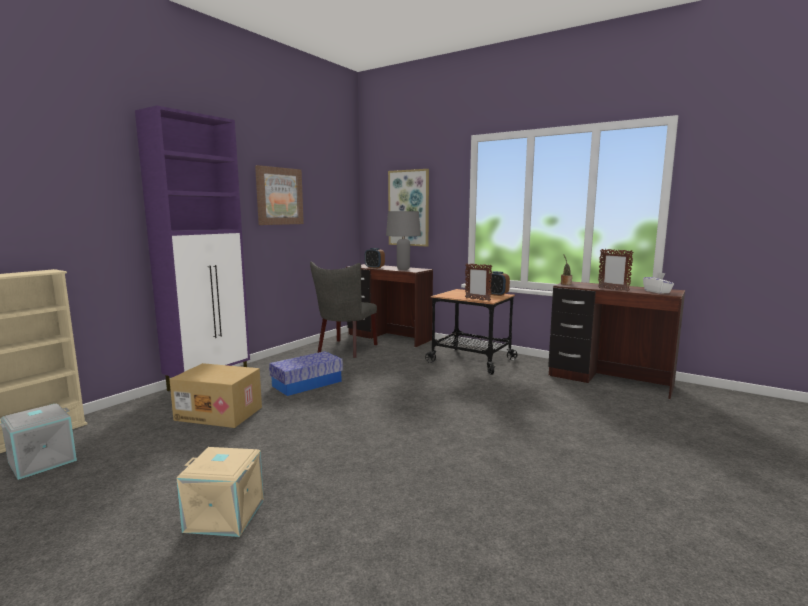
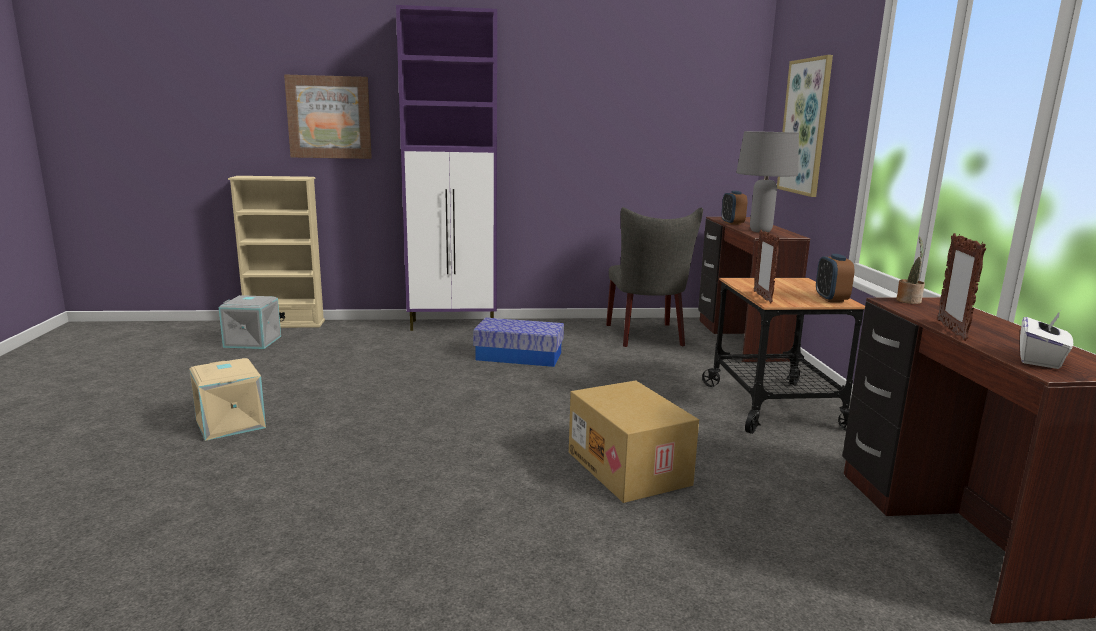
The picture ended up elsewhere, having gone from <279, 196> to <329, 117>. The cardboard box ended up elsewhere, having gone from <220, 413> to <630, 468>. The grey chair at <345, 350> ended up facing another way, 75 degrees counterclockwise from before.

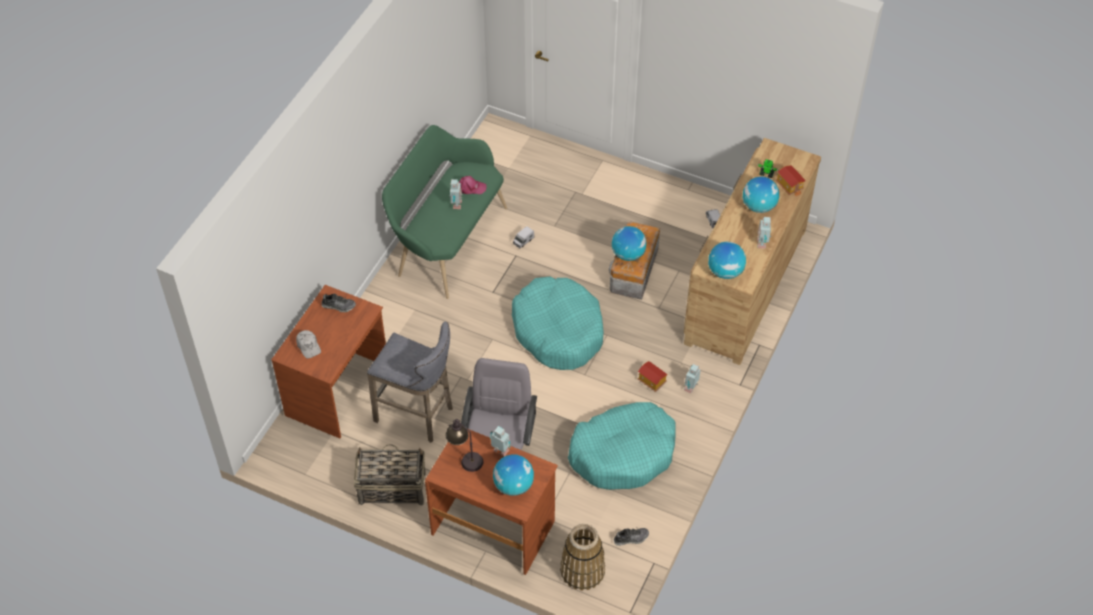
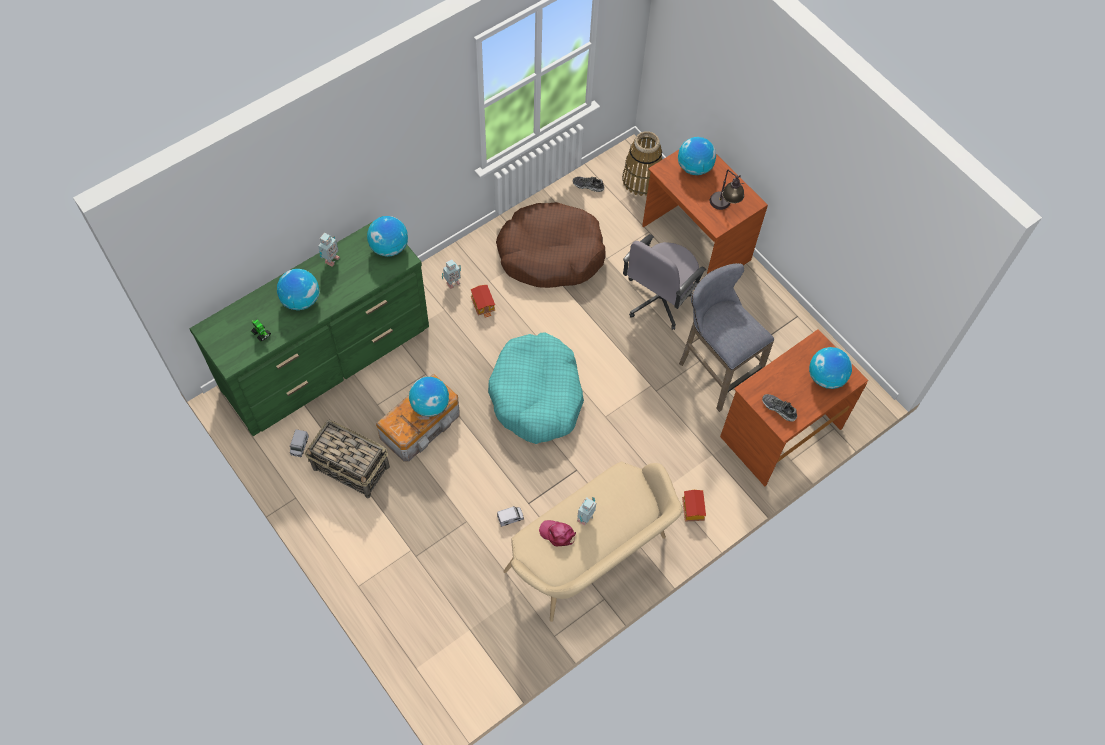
What was the brown dresser at <744, 285> turned into the green dresser at <327, 358>. The basket ended up elsewhere, having gone from <391, 488> to <352, 468>. What was the turquoise dog bed at <623, 453> turned into the brown dog bed at <550, 254>. What was the green bench at <447, 241> turned into the beige bench at <592, 558>. The toy house ended up elsewhere, having gone from <789, 186> to <692, 509>. Where the white cap stood at <308, 346>, the globe came to stand at <826, 377>. The second view lost the toy robot at <500, 452>.

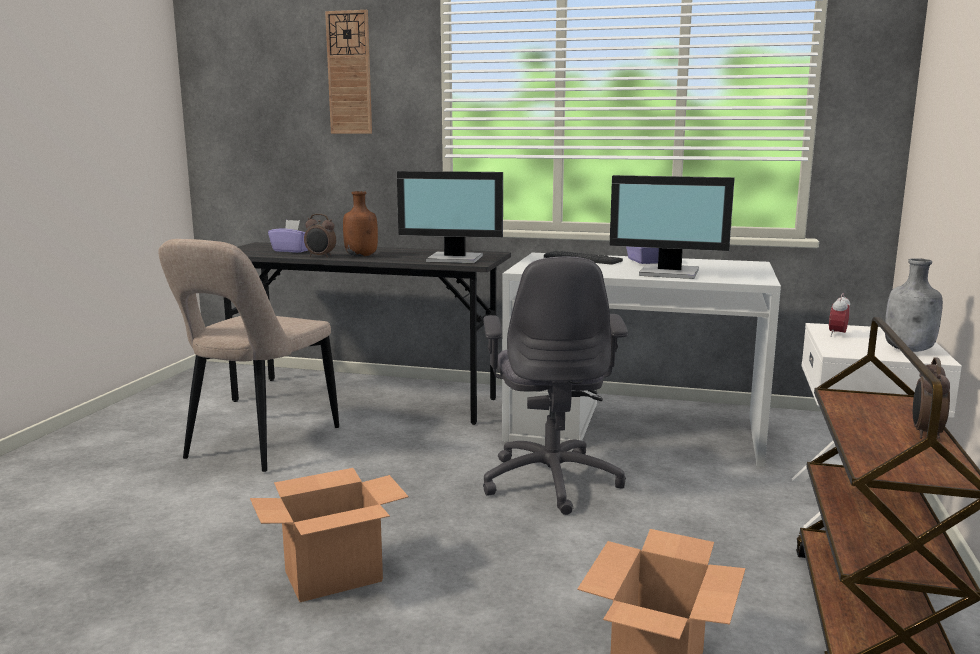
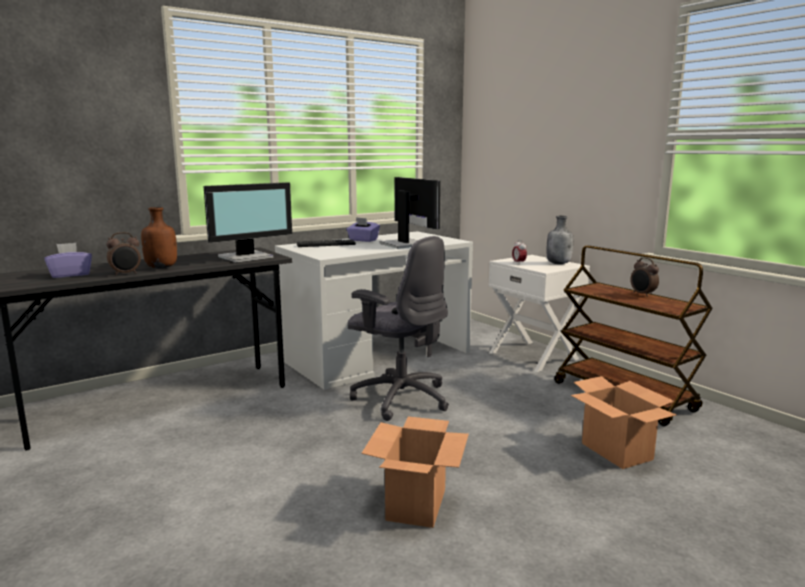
The monitor at <670, 273> ended up facing another way, 90 degrees counterclockwise from before. The second view lost the beige chair at <258, 445>. The second view lost the wall clock at <349, 73>.

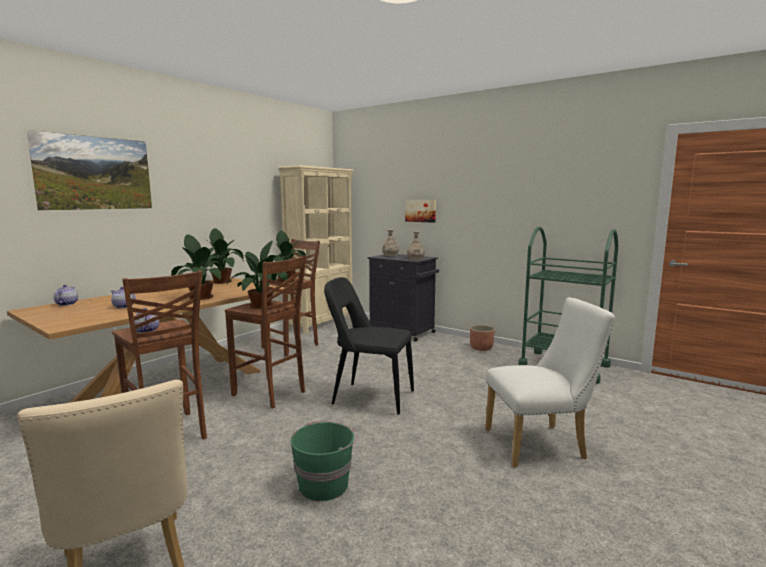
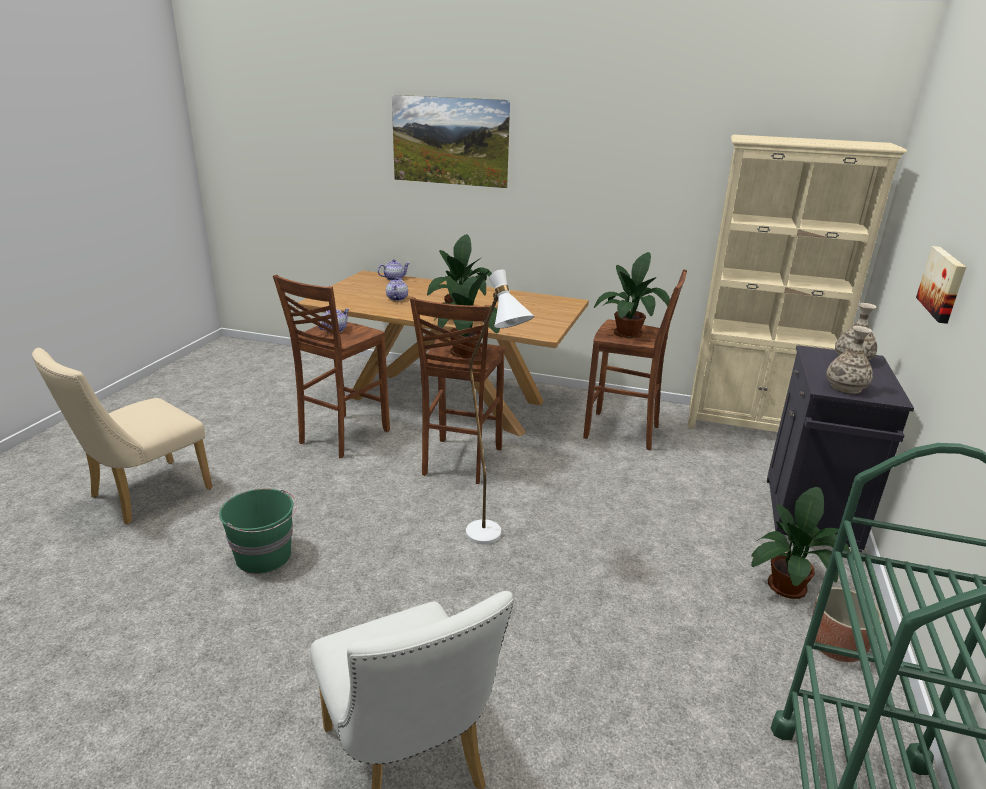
Where the black chair stood at <369, 397>, the white floor lamp came to stand at <490, 540>. The potted plant ended up elsewhere, having gone from <222, 281> to <790, 585>.

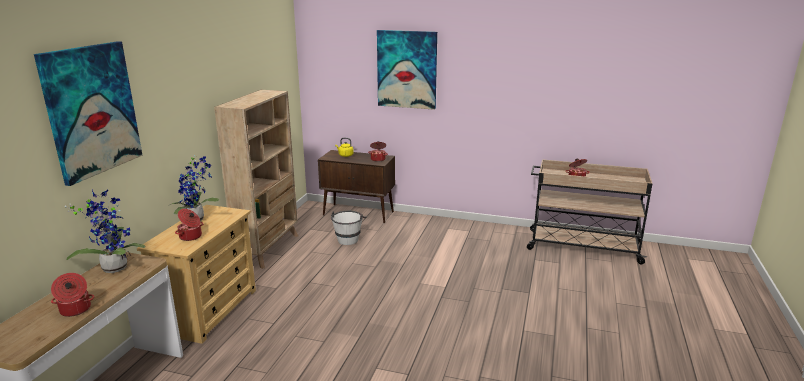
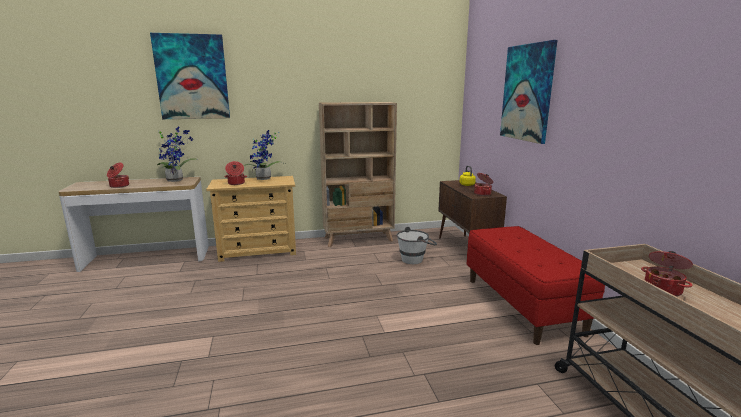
The second view gained the red bench at <522, 305>.

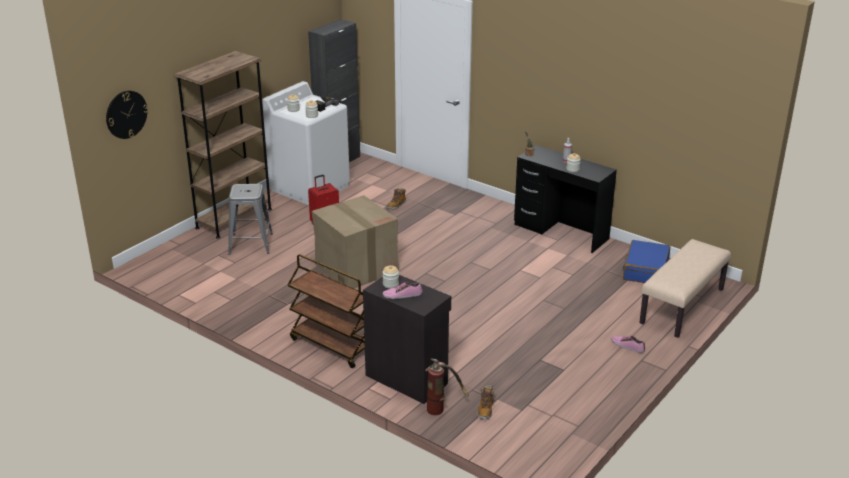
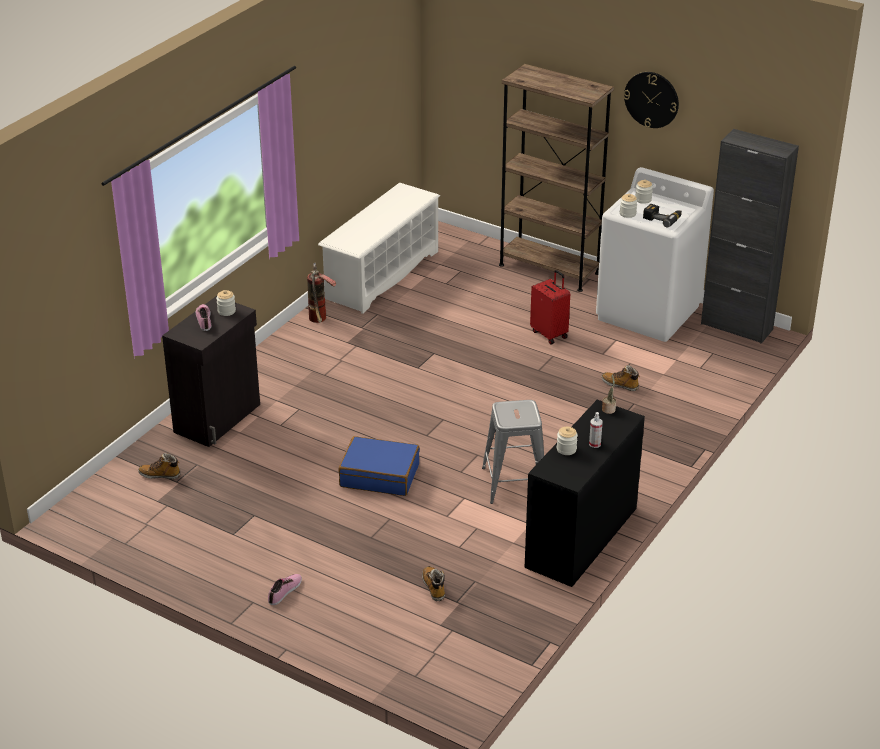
The fire extinguisher ended up elsewhere, having gone from <441, 408> to <320, 321>. The second view gained the white shoe rack at <382, 275>. The blue suitcase ended up elsewhere, having gone from <645, 270> to <380, 475>. The second view gained the boot at <434, 587>. The grey stool ended up elsewhere, having gone from <251, 244> to <514, 483>. The wall clock ended up elsewhere, having gone from <126, 114> to <651, 99>. The second view lost the brown cart at <331, 345>. The second view lost the cardboard box at <356, 267>. The second view lost the beige bench at <682, 306>.

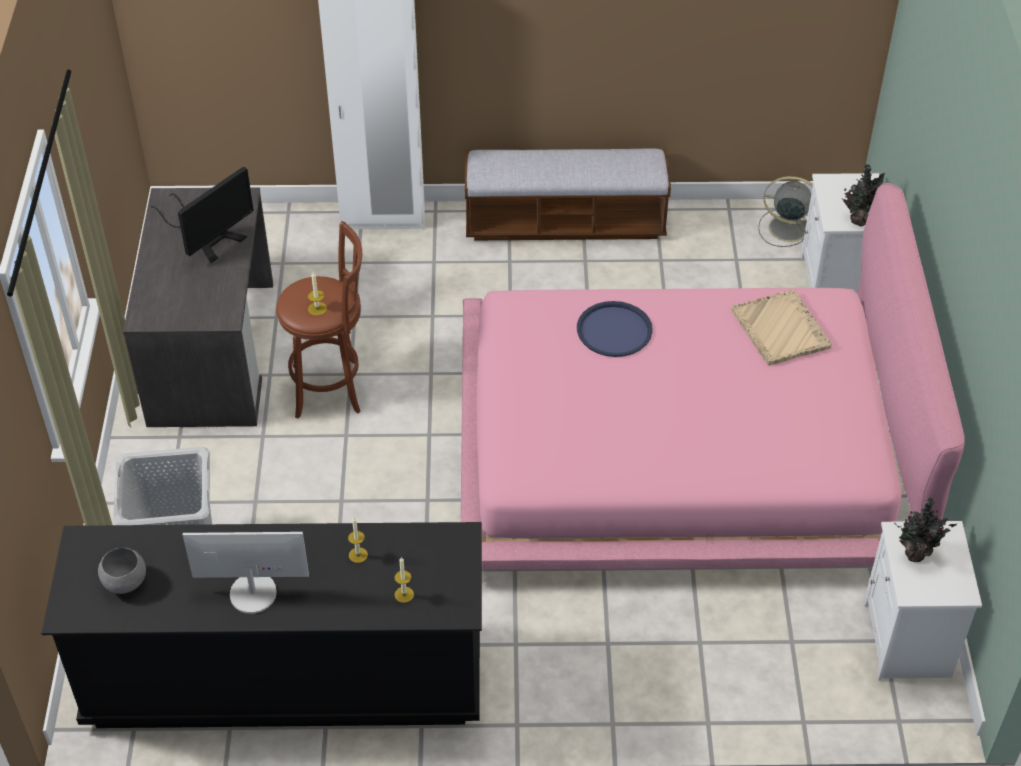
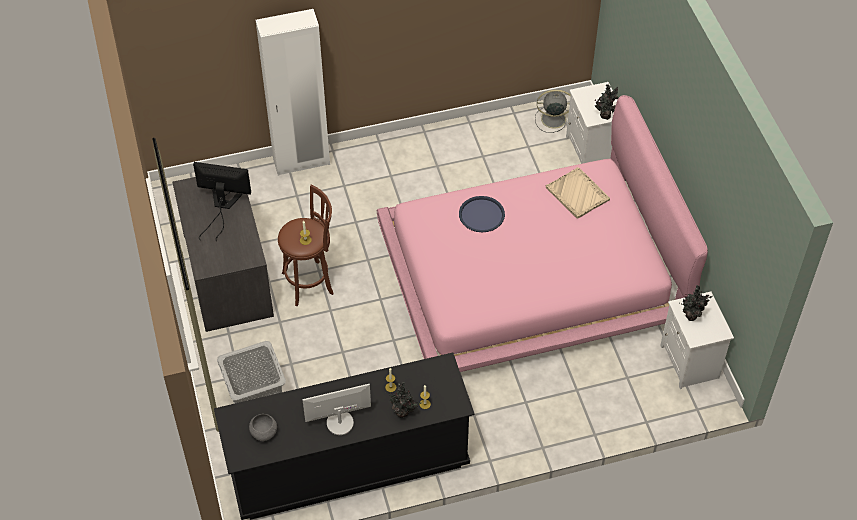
The monitor at <208, 236> ended up facing another way, 105 degrees counterclockwise from before. The second view gained the potted plant at <403, 412>. The second view lost the bench at <565, 223>.

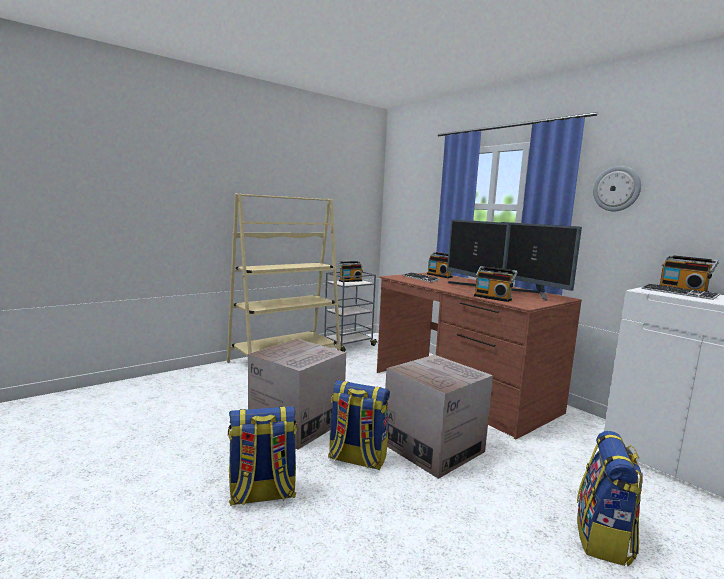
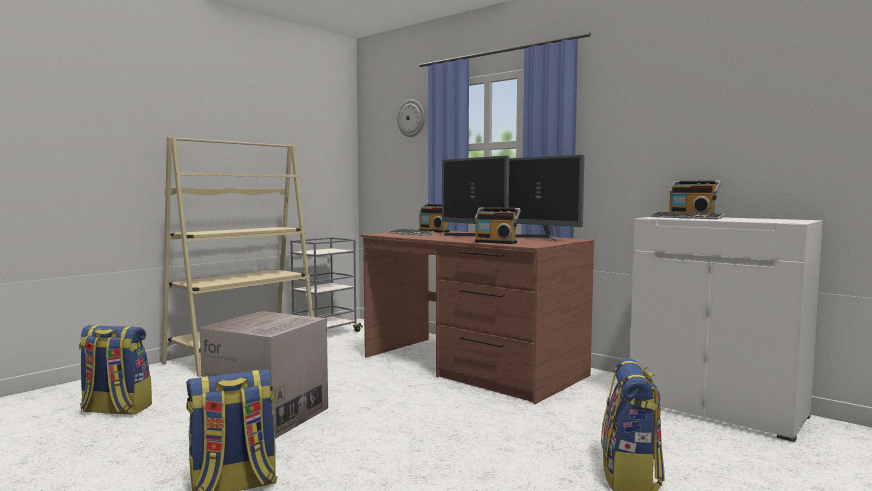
The backpack ended up elsewhere, having gone from <356, 459> to <115, 409>. The wall clock ended up elsewhere, having gone from <616, 189> to <411, 118>. The second view lost the radio at <350, 281>. The second view lost the cardboard box at <433, 447>.

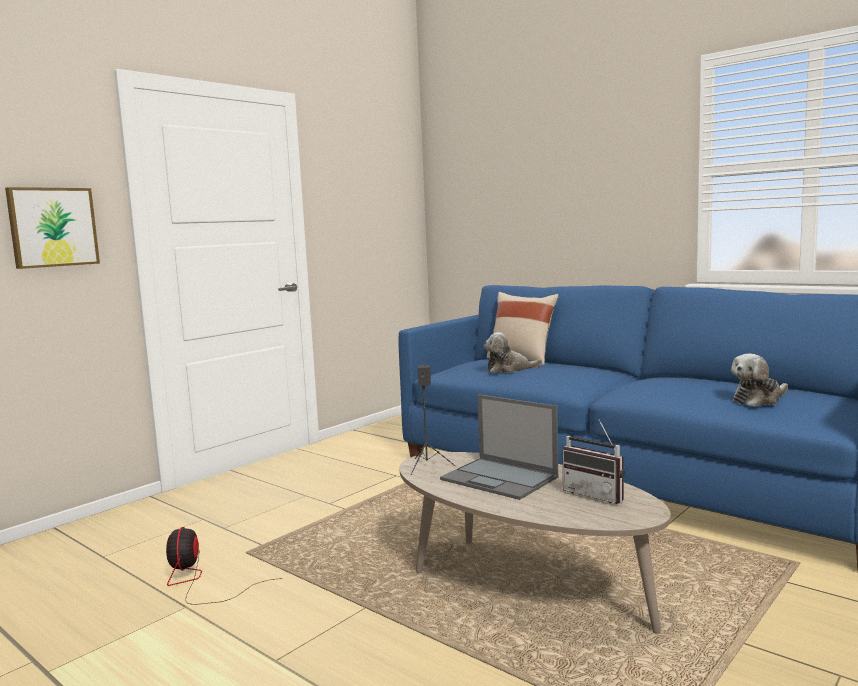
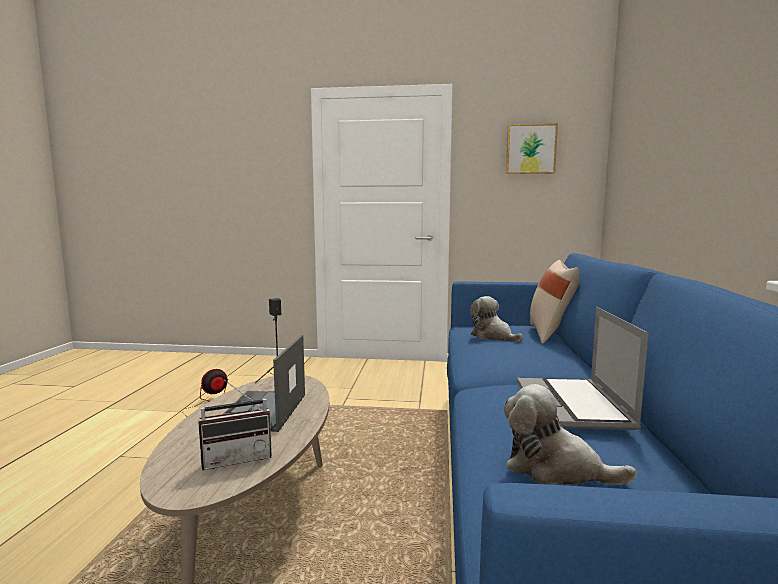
The radio at <597, 494> ended up facing another way, 120 degrees counterclockwise from before. The picture ended up elsewhere, having gone from <52, 227> to <530, 149>. The second view gained the laptop at <574, 406>.

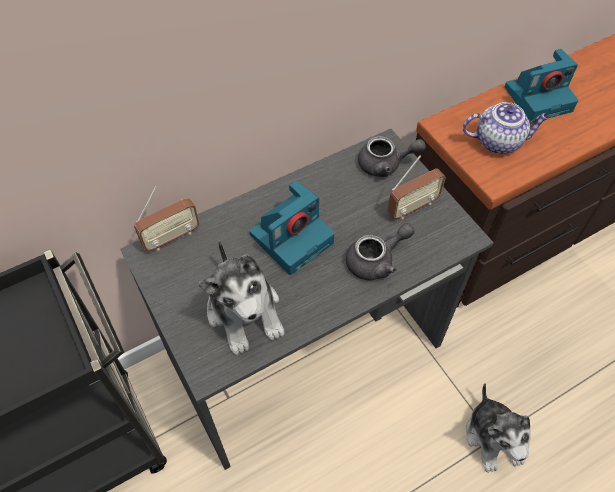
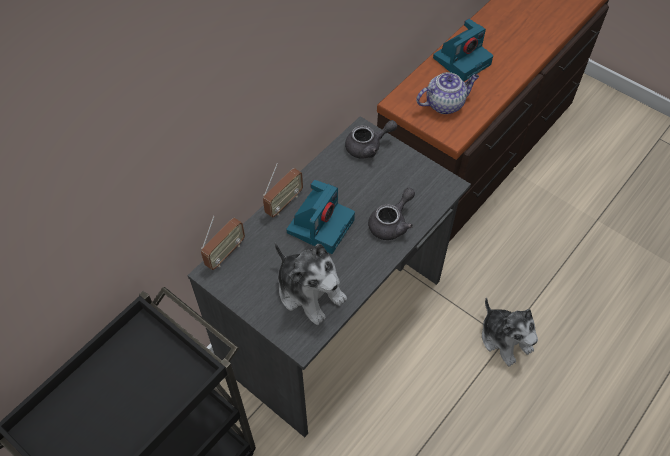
The radio ended up elsewhere, having gone from <412, 207> to <284, 203>.

